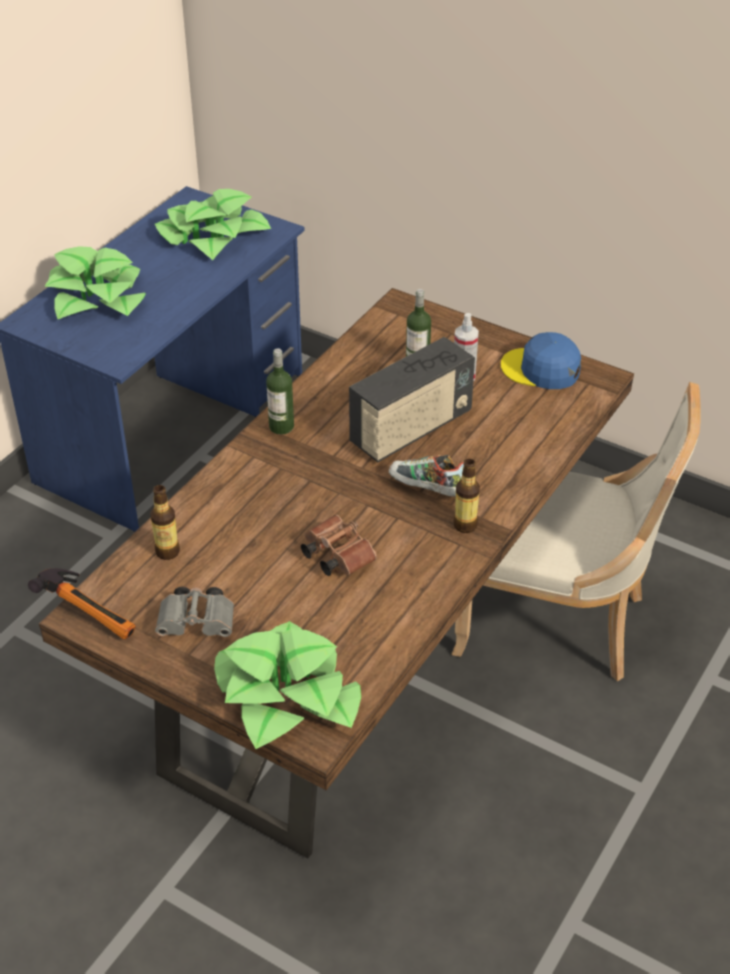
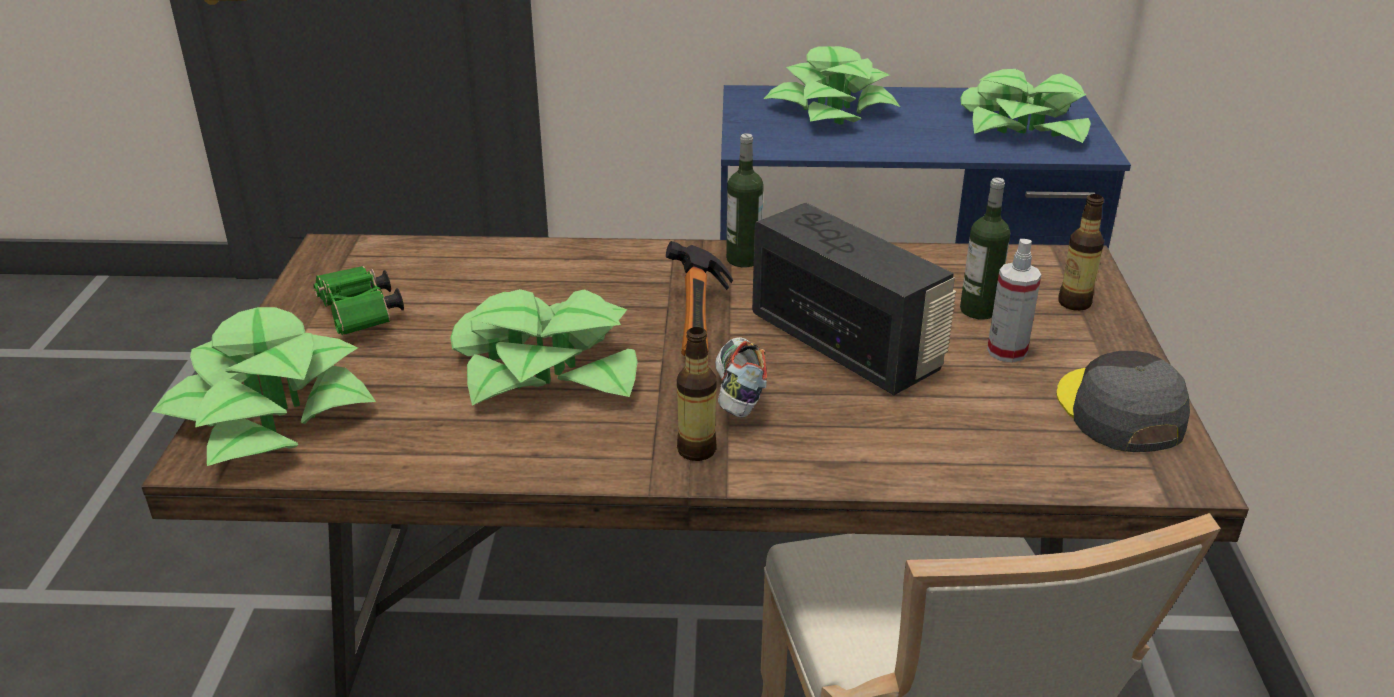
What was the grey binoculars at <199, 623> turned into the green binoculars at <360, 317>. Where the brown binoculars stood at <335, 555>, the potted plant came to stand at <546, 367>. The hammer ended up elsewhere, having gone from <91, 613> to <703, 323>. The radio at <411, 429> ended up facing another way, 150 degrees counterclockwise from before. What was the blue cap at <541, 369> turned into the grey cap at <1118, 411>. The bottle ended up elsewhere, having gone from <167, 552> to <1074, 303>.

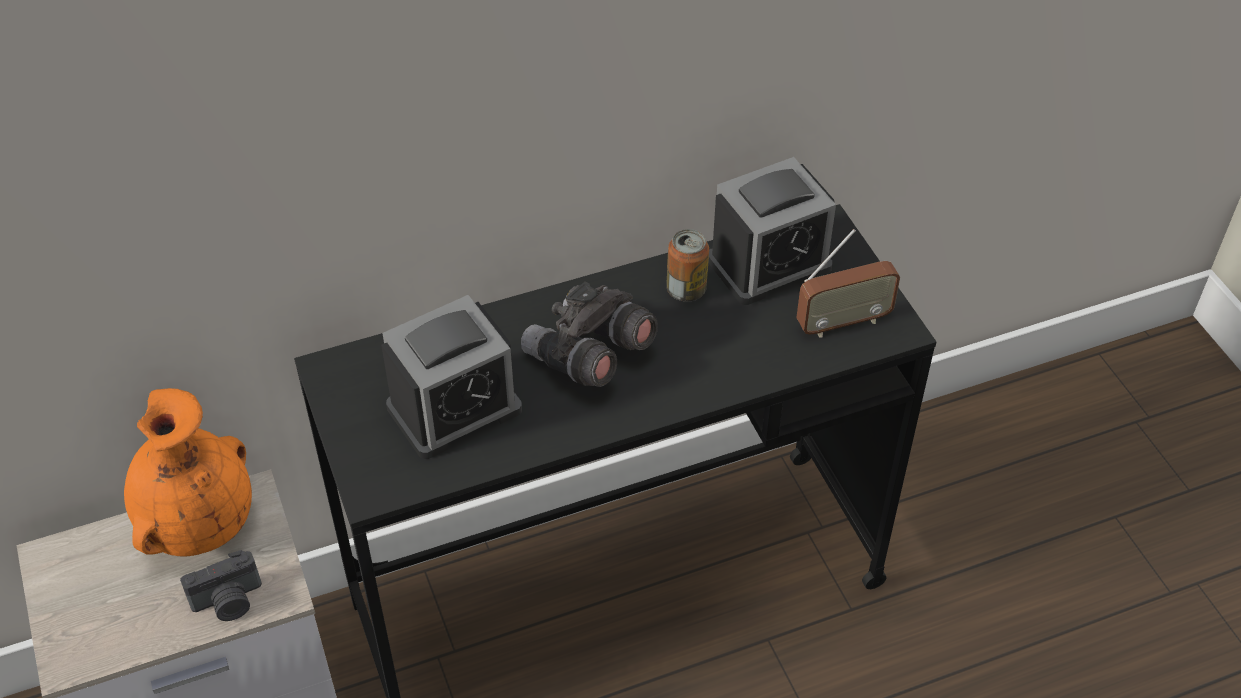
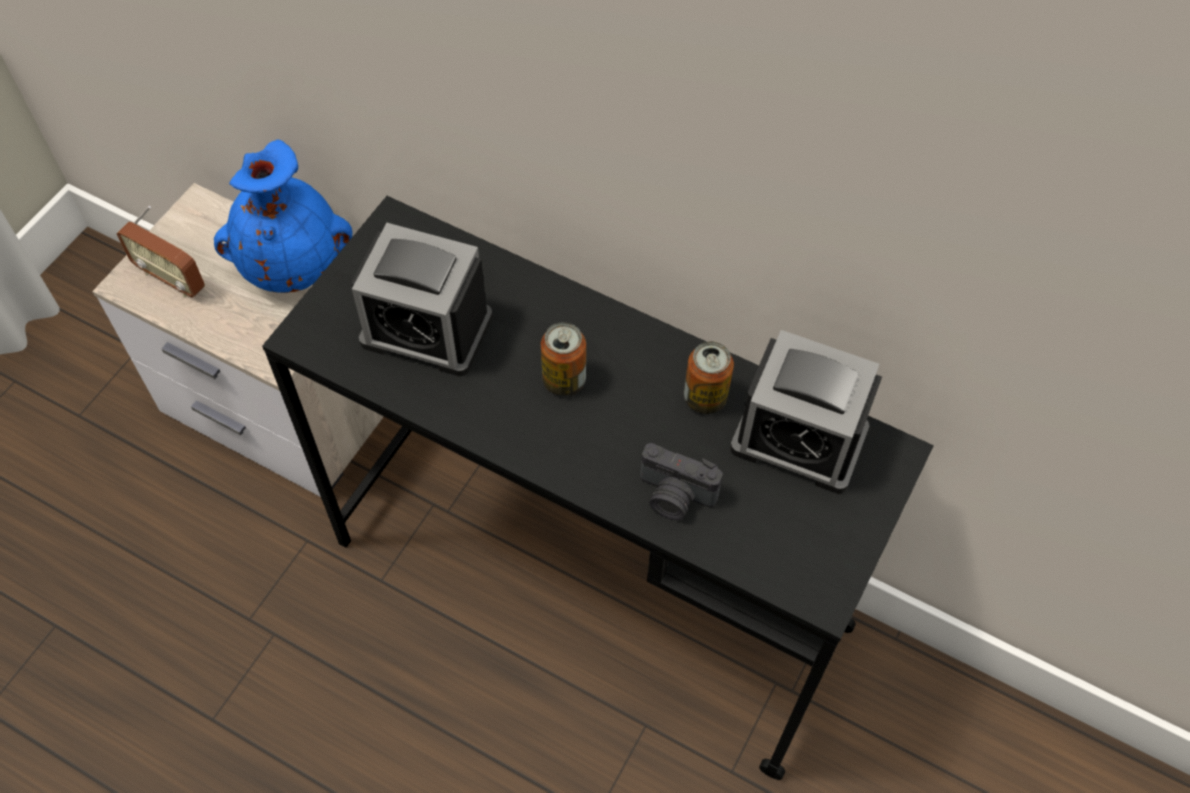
The radio ended up elsewhere, having gone from <843, 322> to <171, 279>. What was the orange vase at <197, 524> turned into the blue vase at <293, 265>. Where the grey binoculars stood at <589, 356>, the can came to stand at <564, 380>. The photo camera ended up elsewhere, having gone from <229, 602> to <674, 496>.

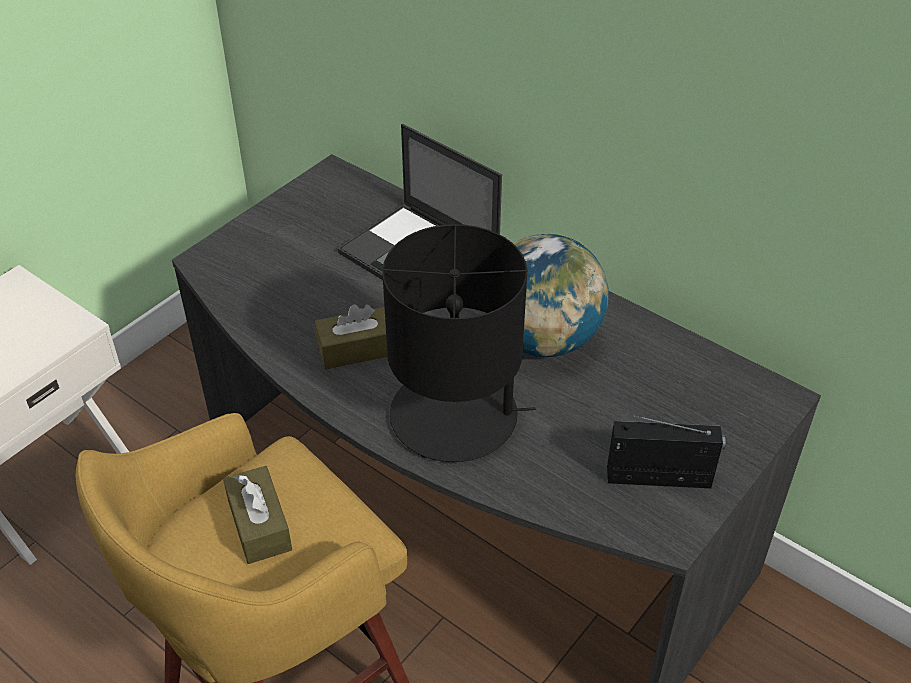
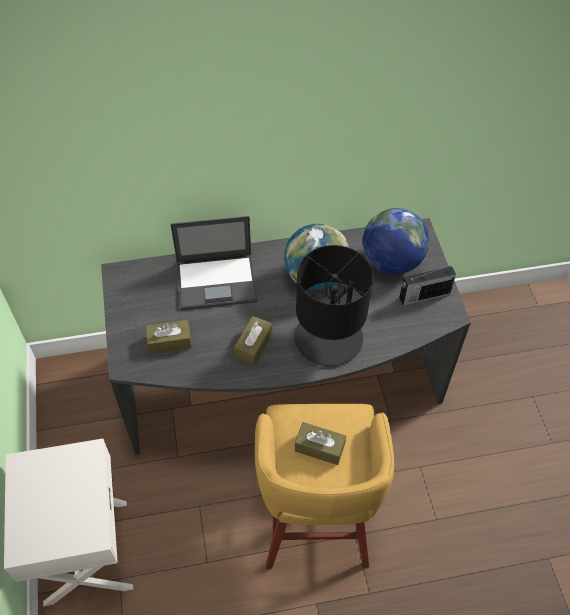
The second view gained the brown tissue box at <169, 341>. The second view gained the globe at <391, 262>. The radio at <660, 477> ended up facing another way, 150 degrees counterclockwise from before.

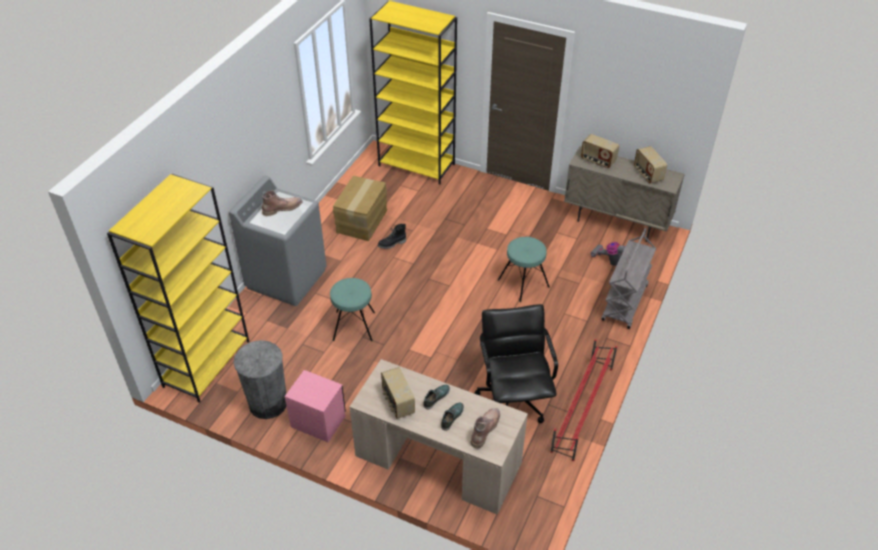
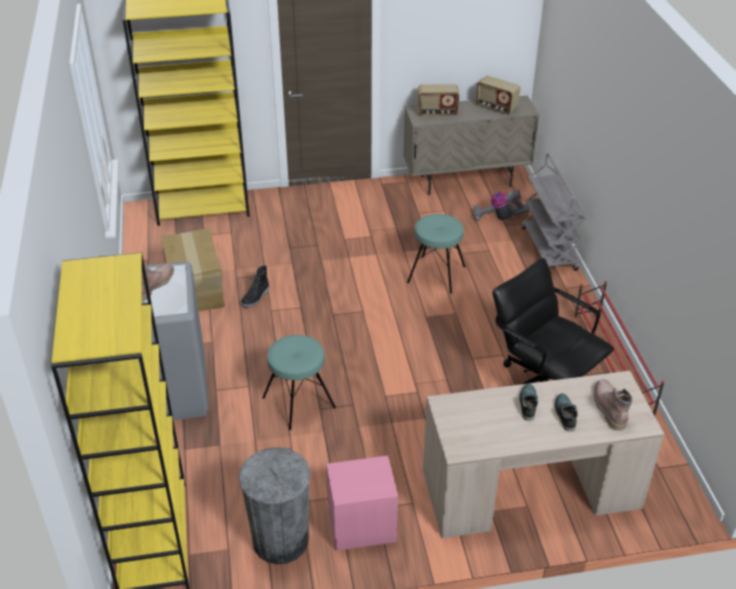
The second view lost the radio at <397, 402>.

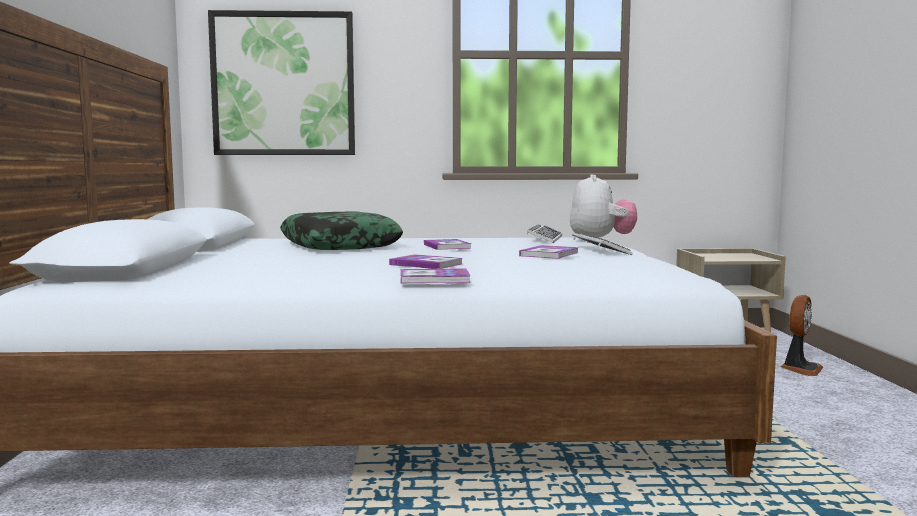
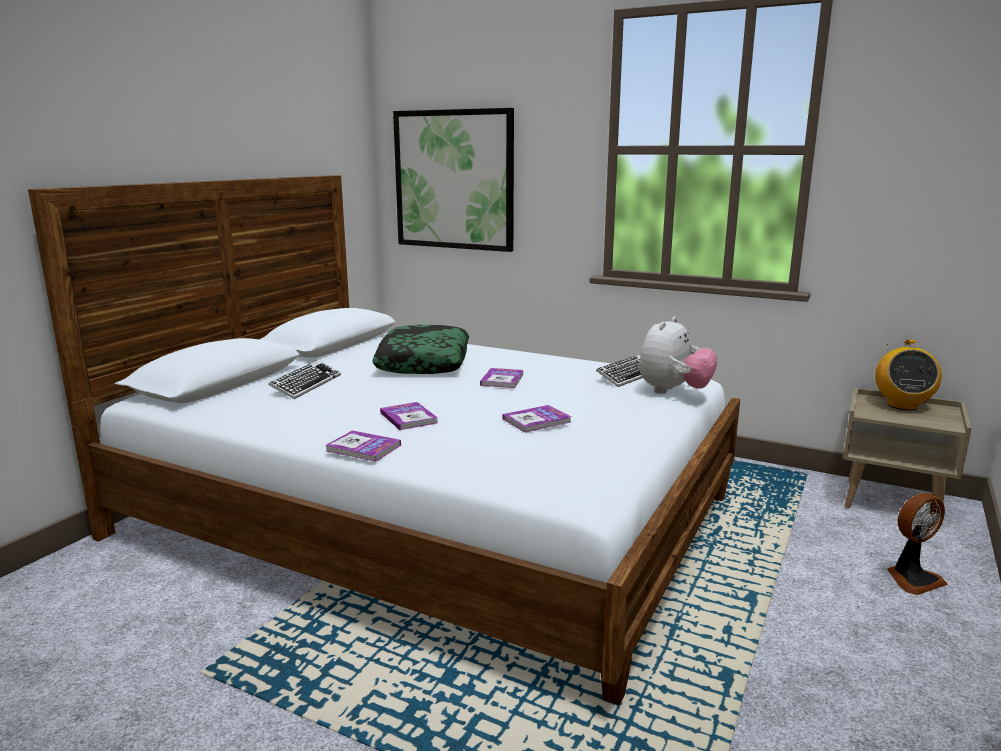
The keyboard ended up elsewhere, having gone from <599, 250> to <306, 385>. The second view gained the radio at <902, 405>.

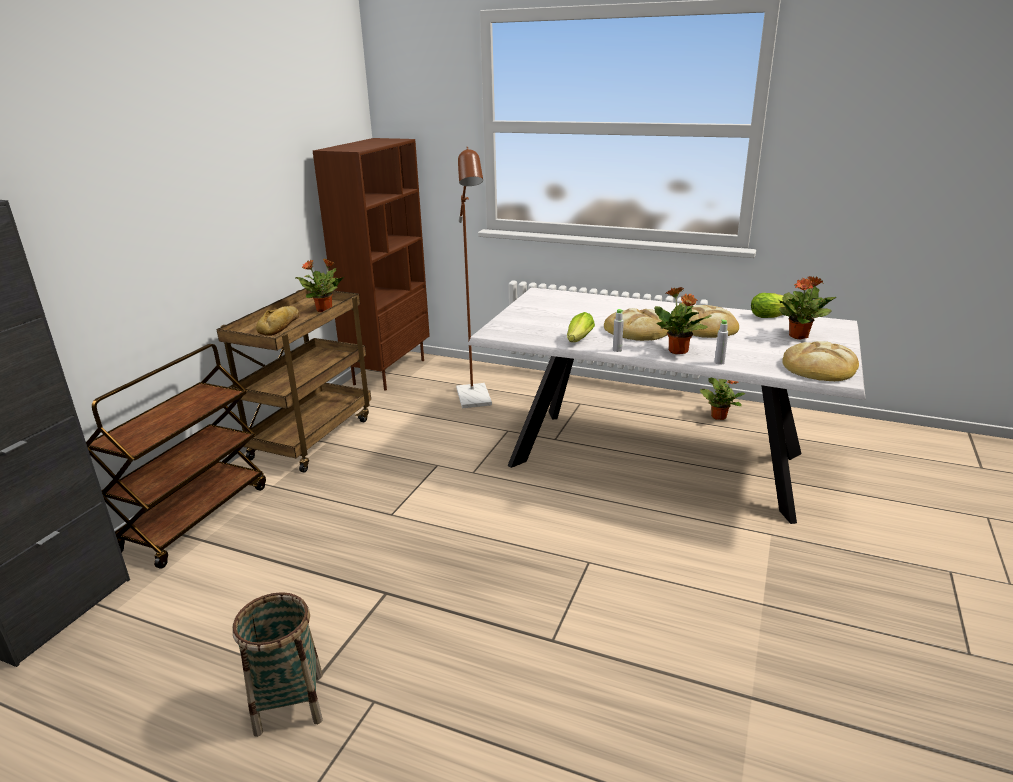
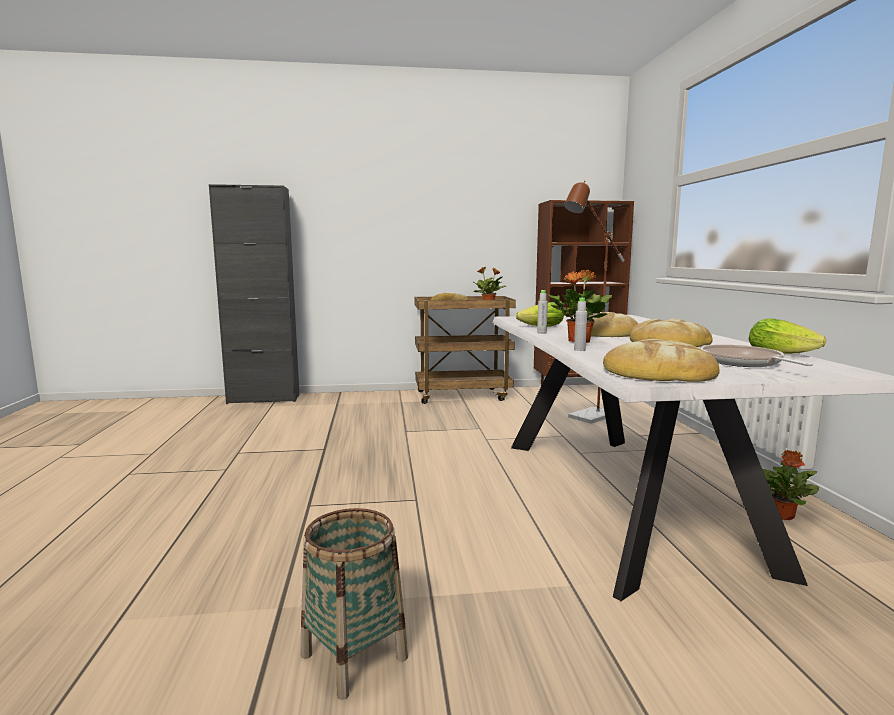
The basket ended up elsewhere, having gone from <289, 703> to <354, 656>. Where the potted plant stood at <799, 336>, the frying pan came to stand at <743, 363>. The second view lost the brown cart at <195, 517>.

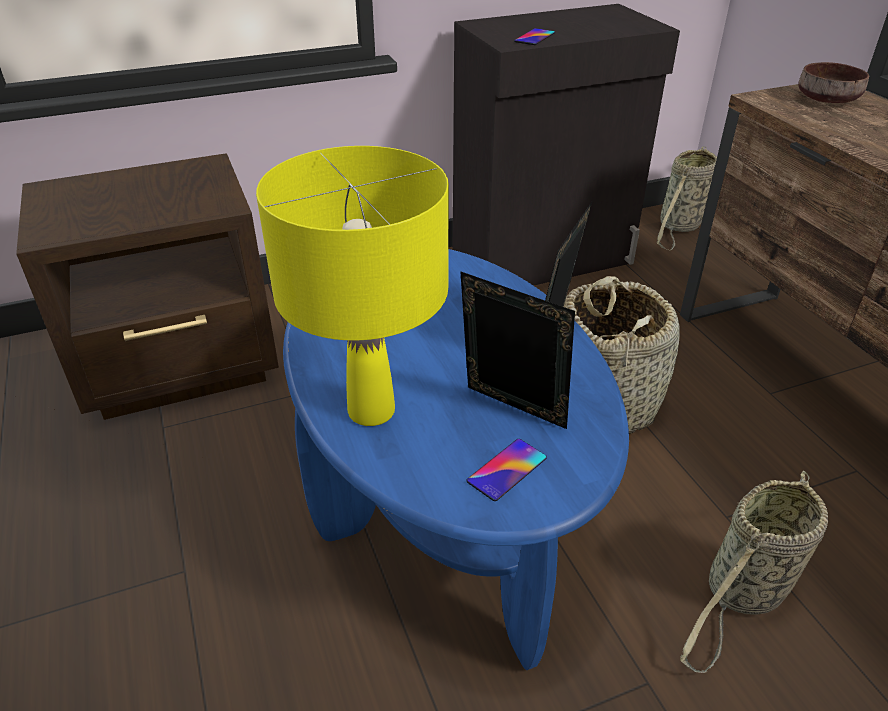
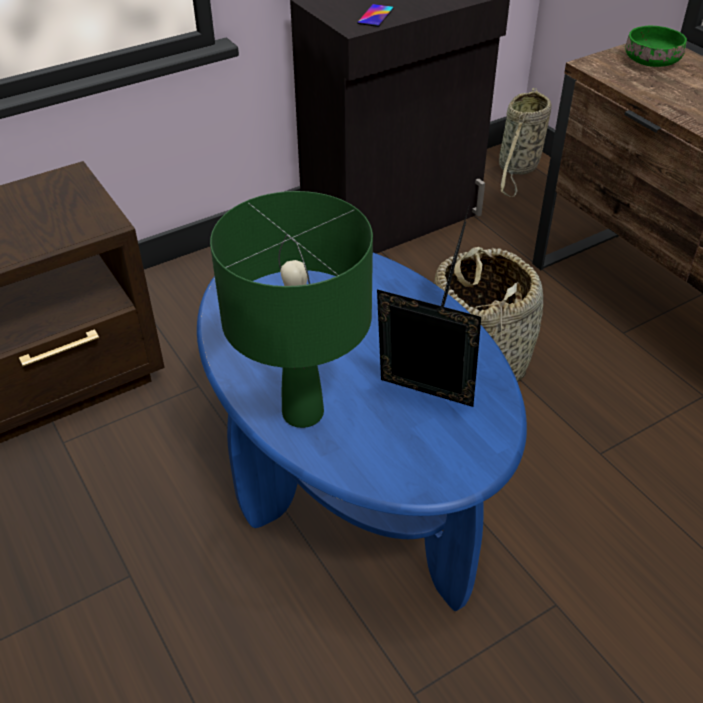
What was the yellow table lamp at <371, 410> turned into the green table lamp at <303, 412>. What was the brown bowl at <826, 99> turned into the green bowl at <651, 61>. The second view lost the phone at <507, 470>. The second view lost the basket at <742, 594>.

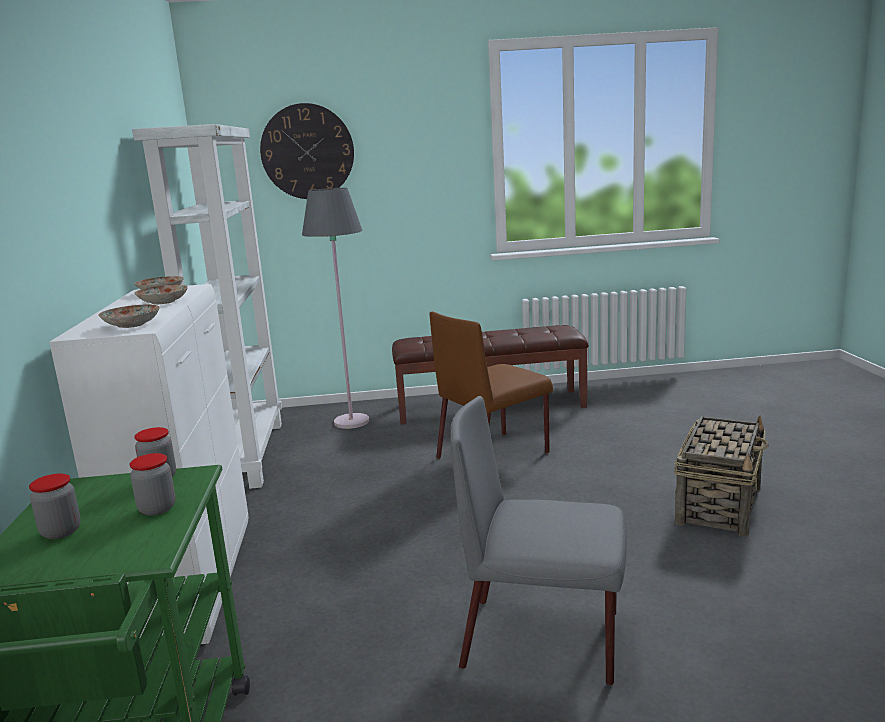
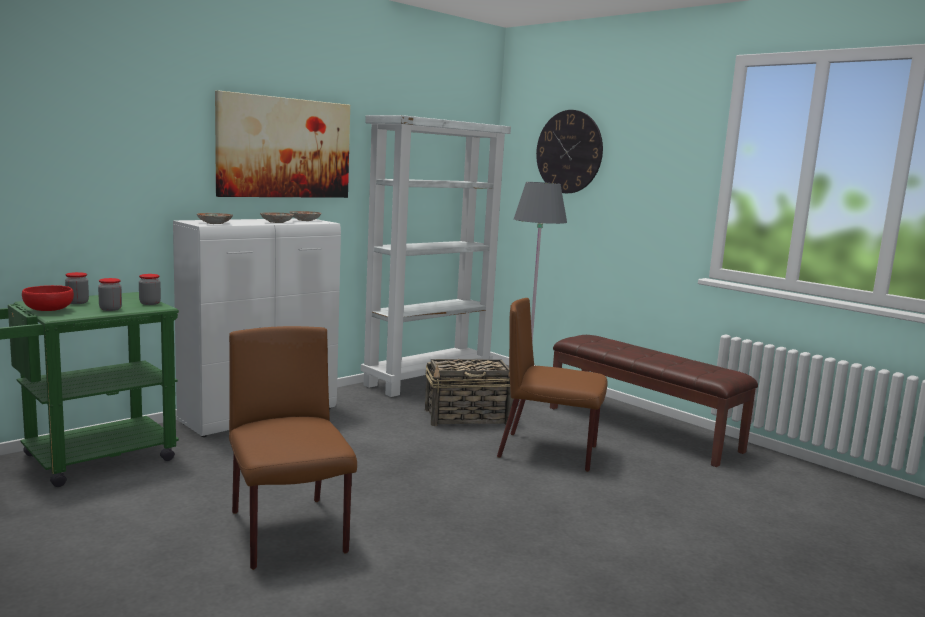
The second view gained the red bowl at <48, 309>. The second view gained the picture at <285, 148>. What was the grey chair at <544, 640> turned into the brown chair at <289, 533>. The basket ended up elsewhere, having gone from <719, 505> to <468, 417>.

